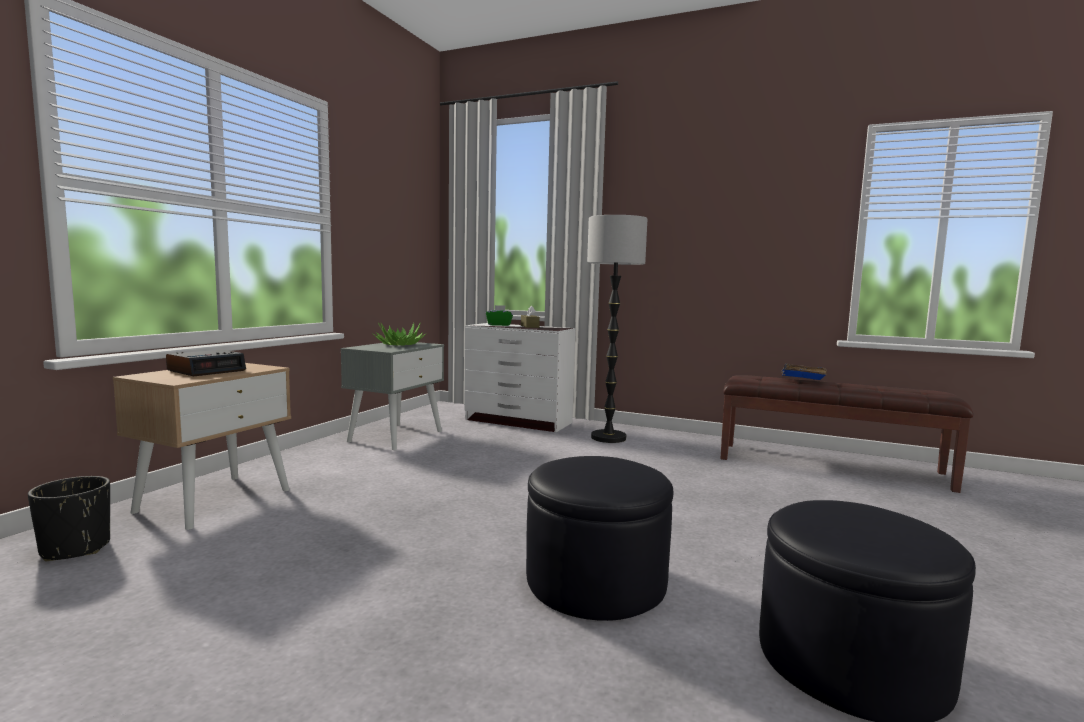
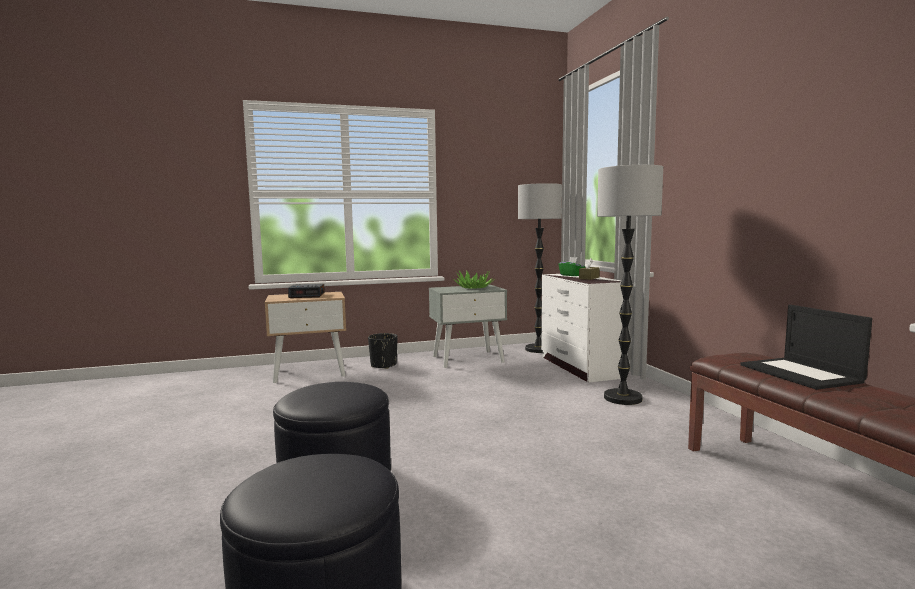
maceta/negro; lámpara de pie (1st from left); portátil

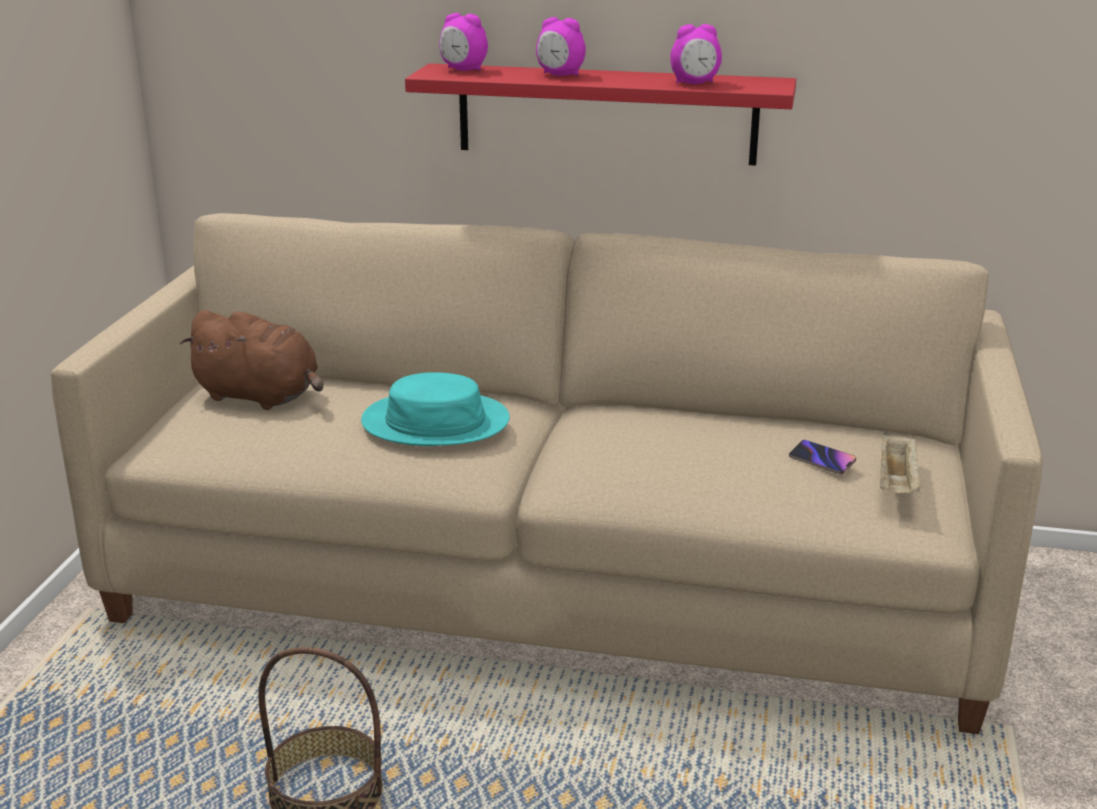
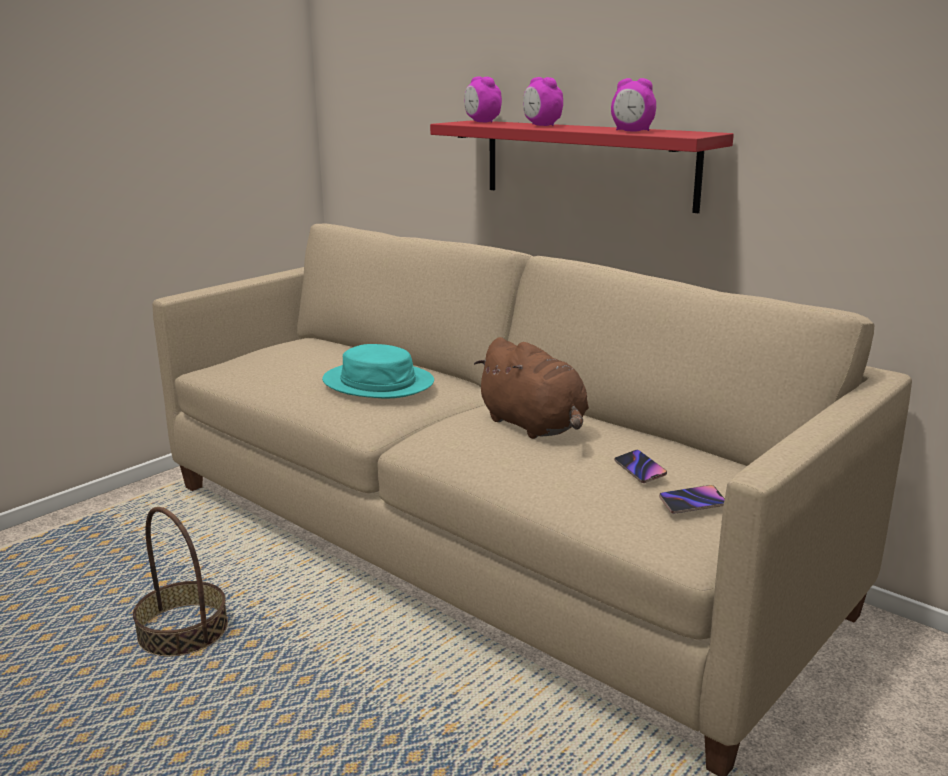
peluche/marrón; móvil (2nd from left)

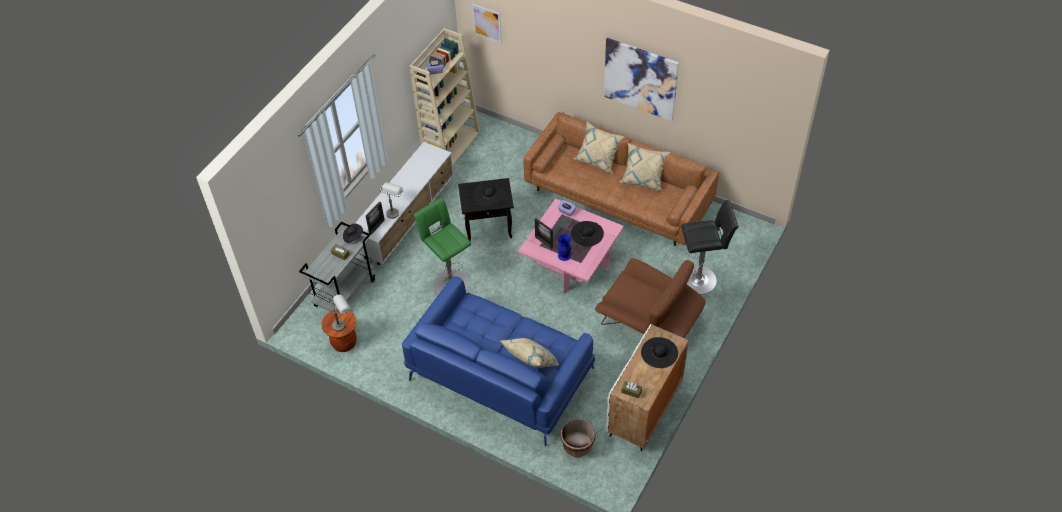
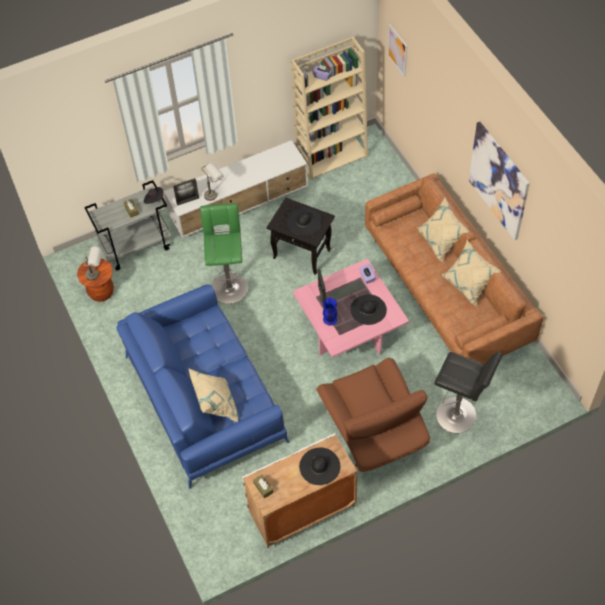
maceta/marrón

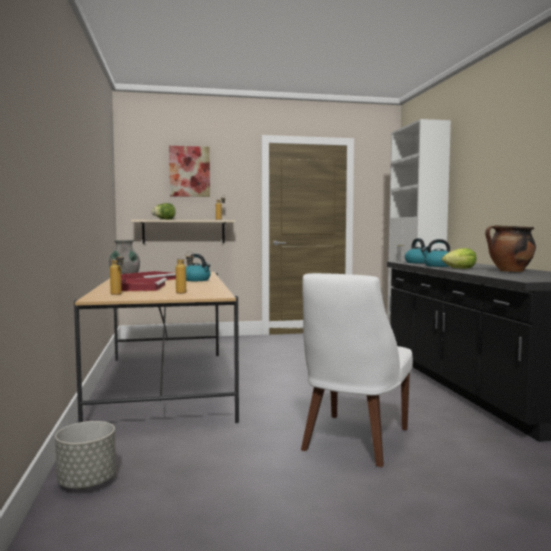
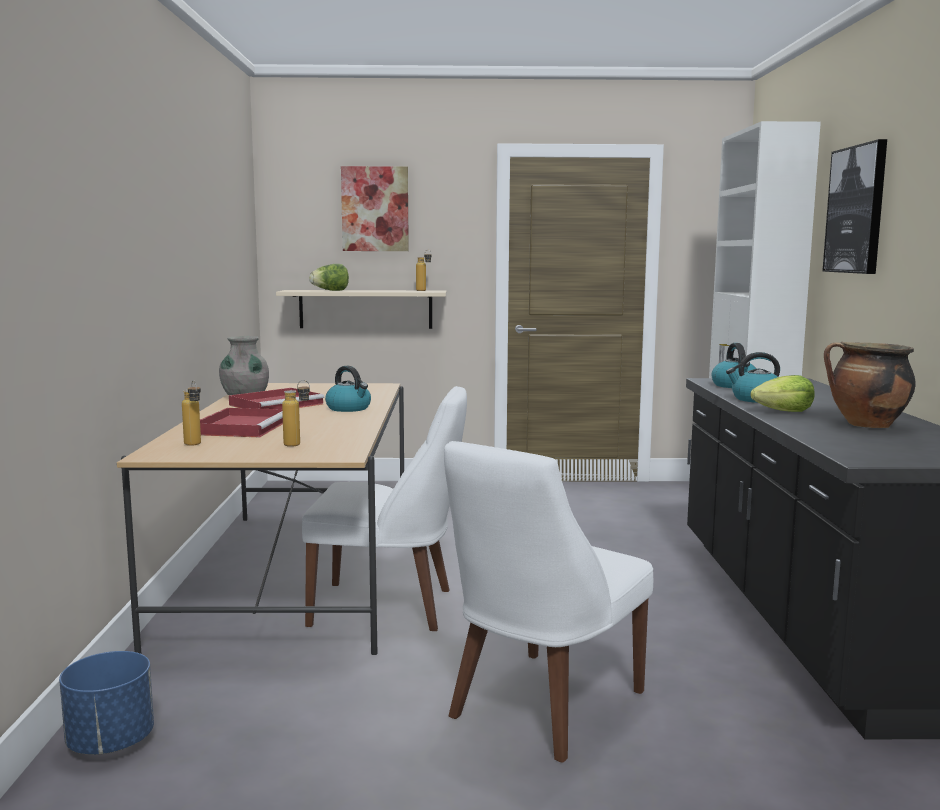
maceta/azul; silla/blanco (1st from left); cuadro (2nd from left)

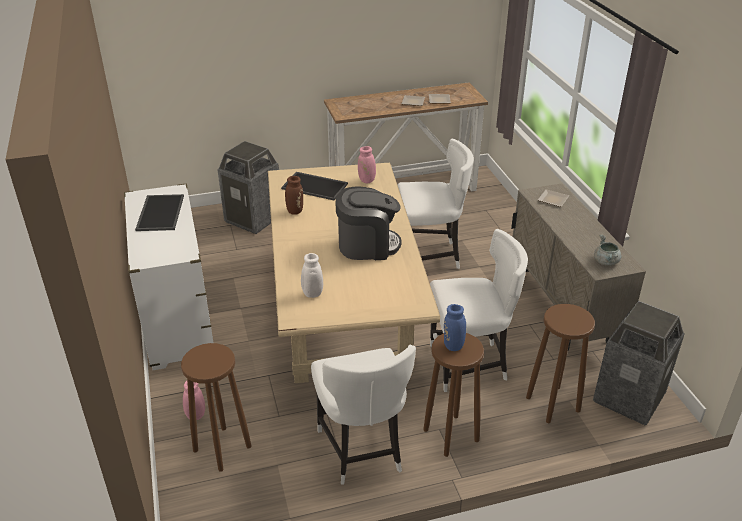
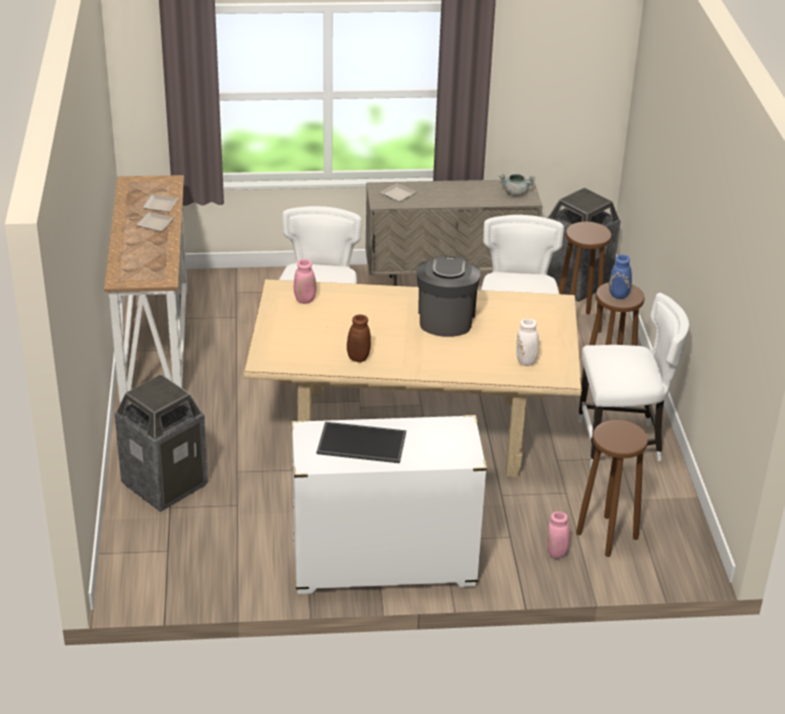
bandeja (2nd from left in the first image)

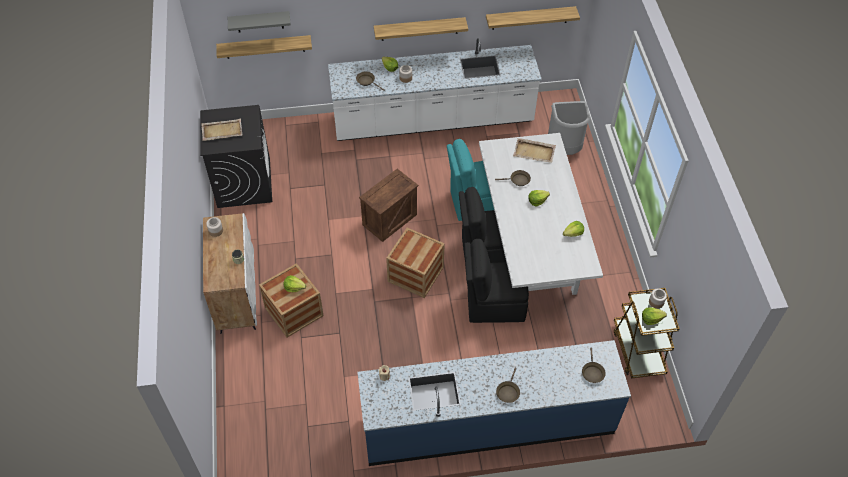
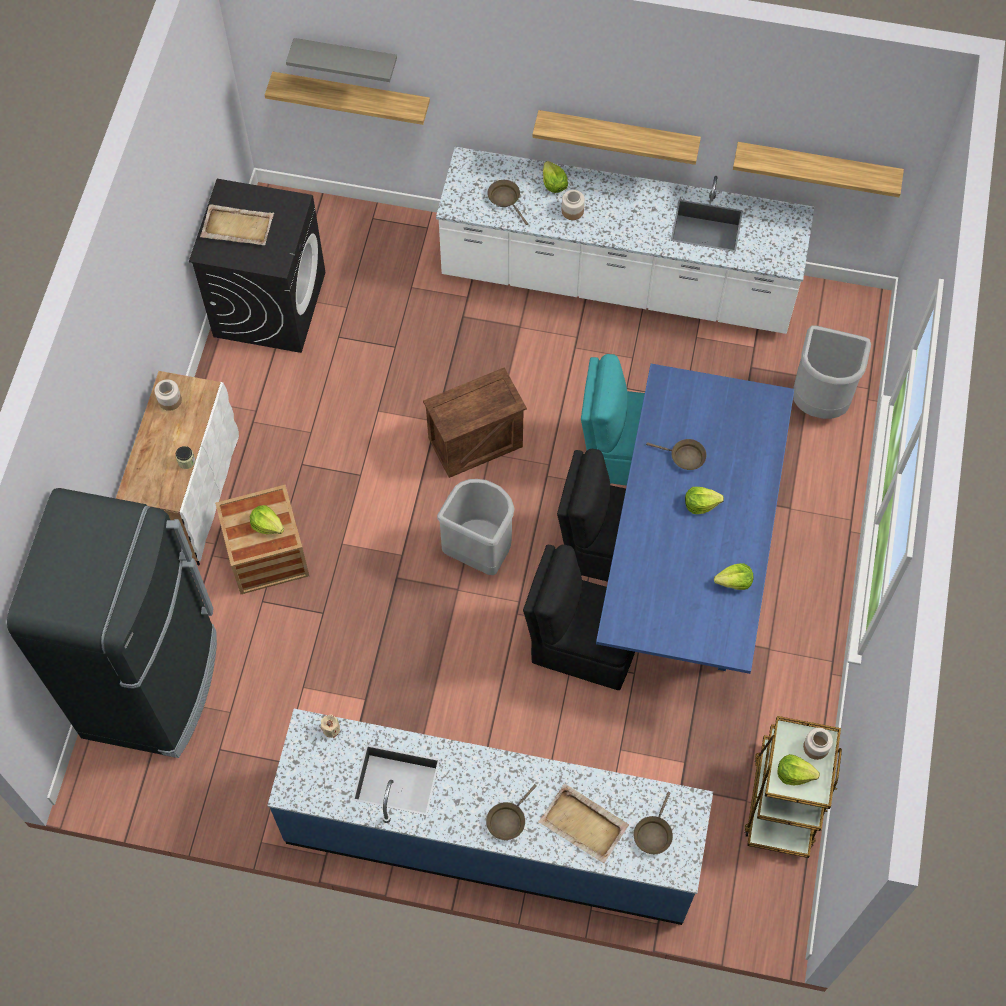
nevera/negro; papelera/gris (1st from left); bandeja/beis (2nd from left); mesa de comedor/azul

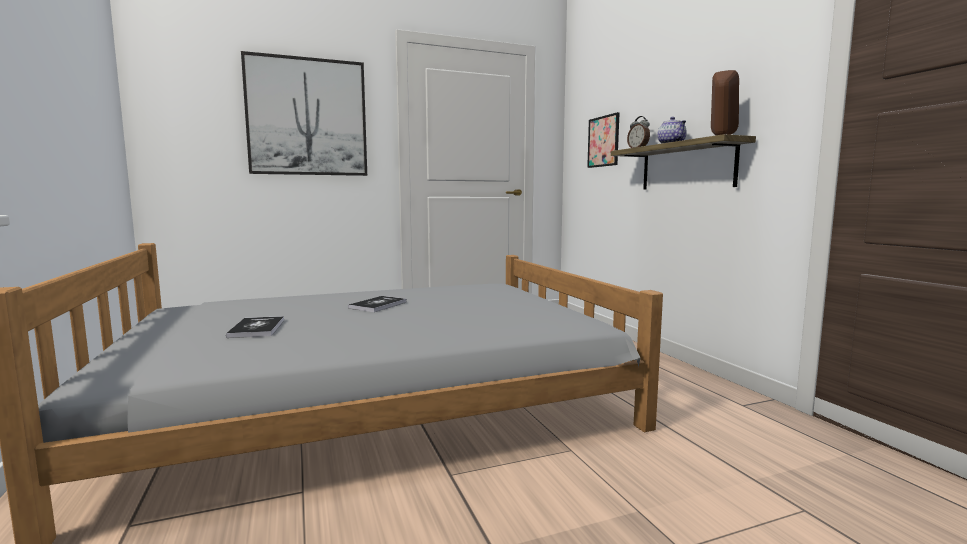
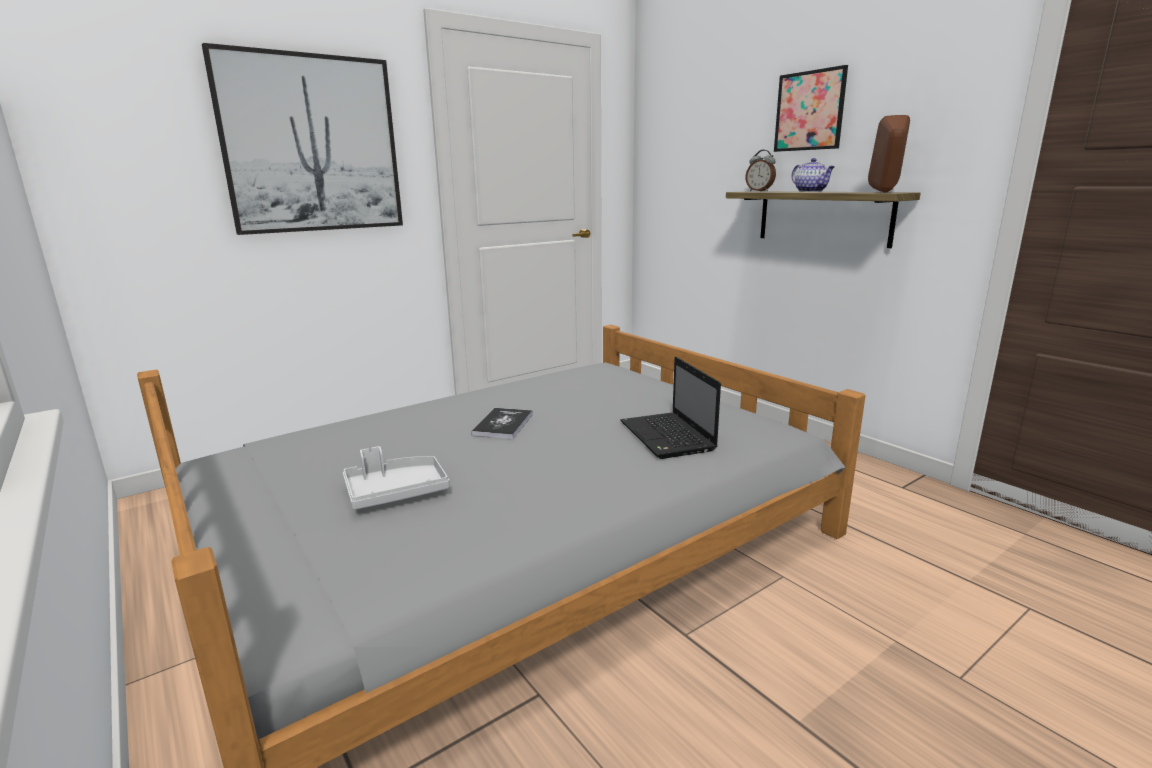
bandeja/gris; portátil; cuadro (2nd from left)

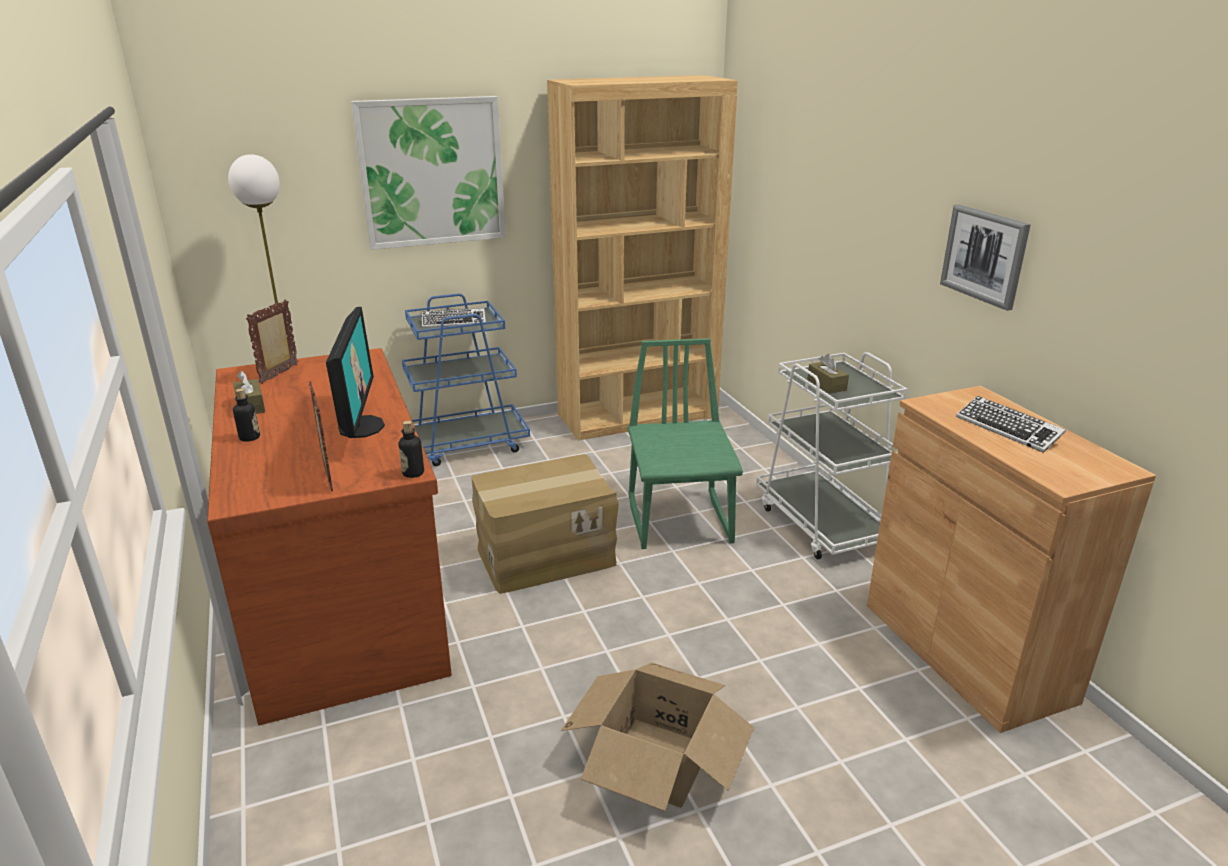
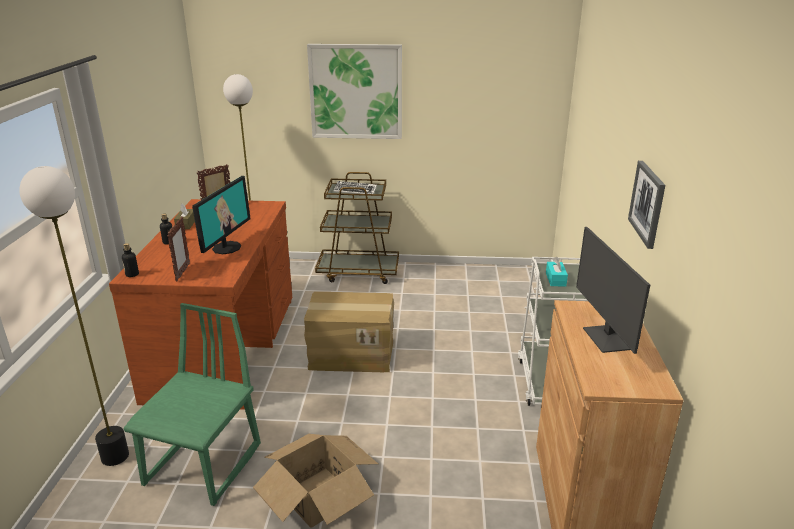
lámpara de pie (1st from left); botella (1st from left); silla/verde; carrito/marrón; caja de pañuelos/turquesa; monitor (2nd from left); estantería/marrón

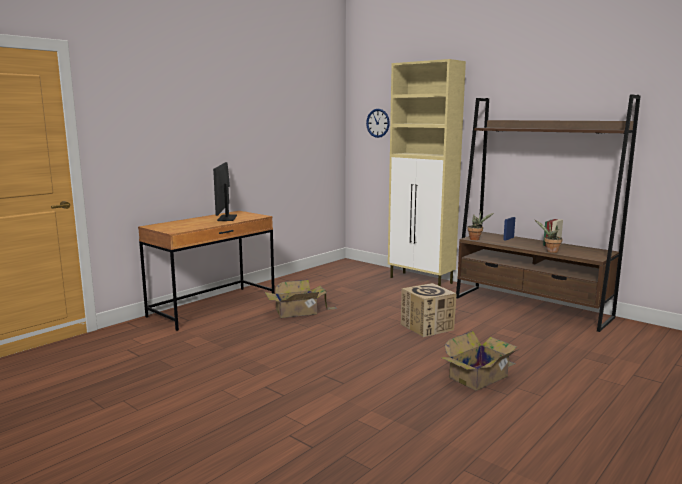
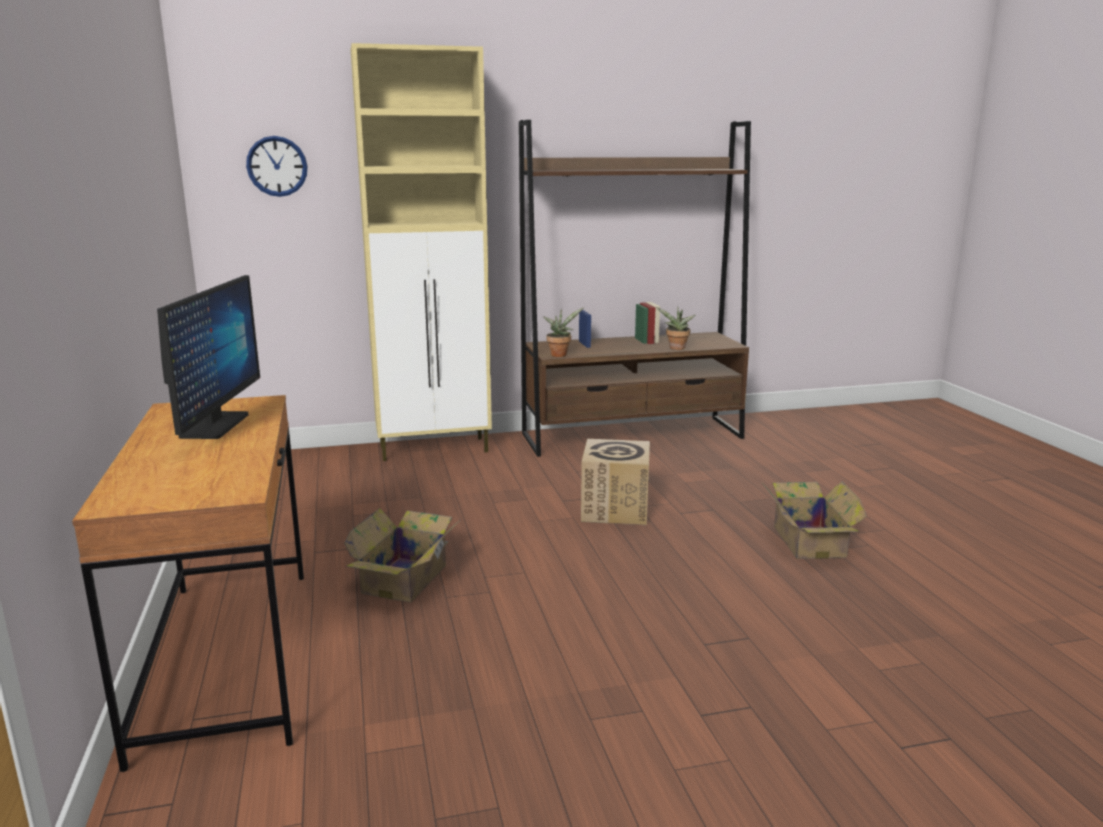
monitor

